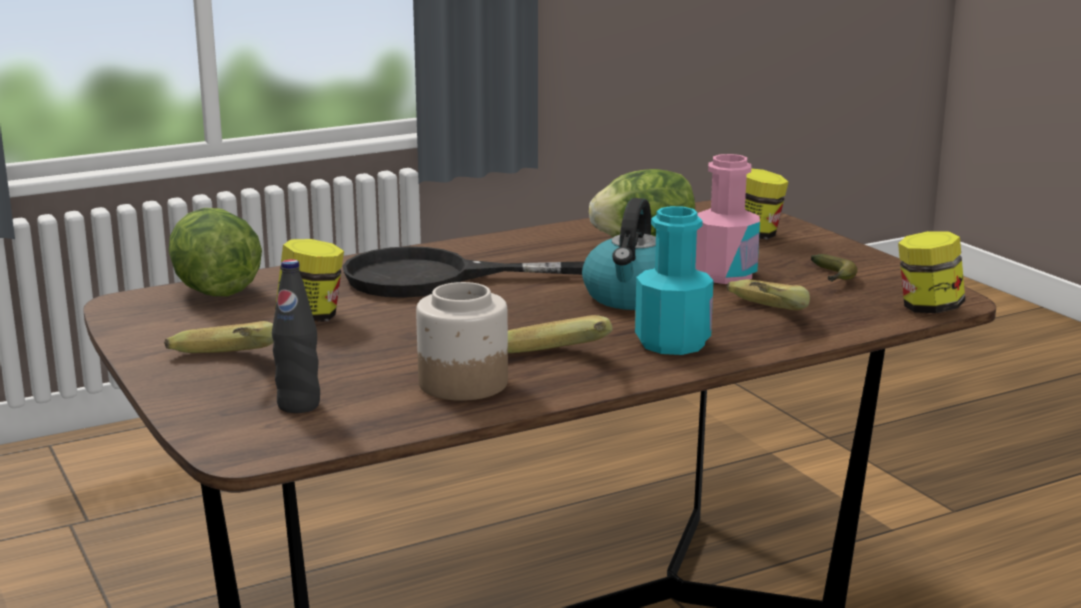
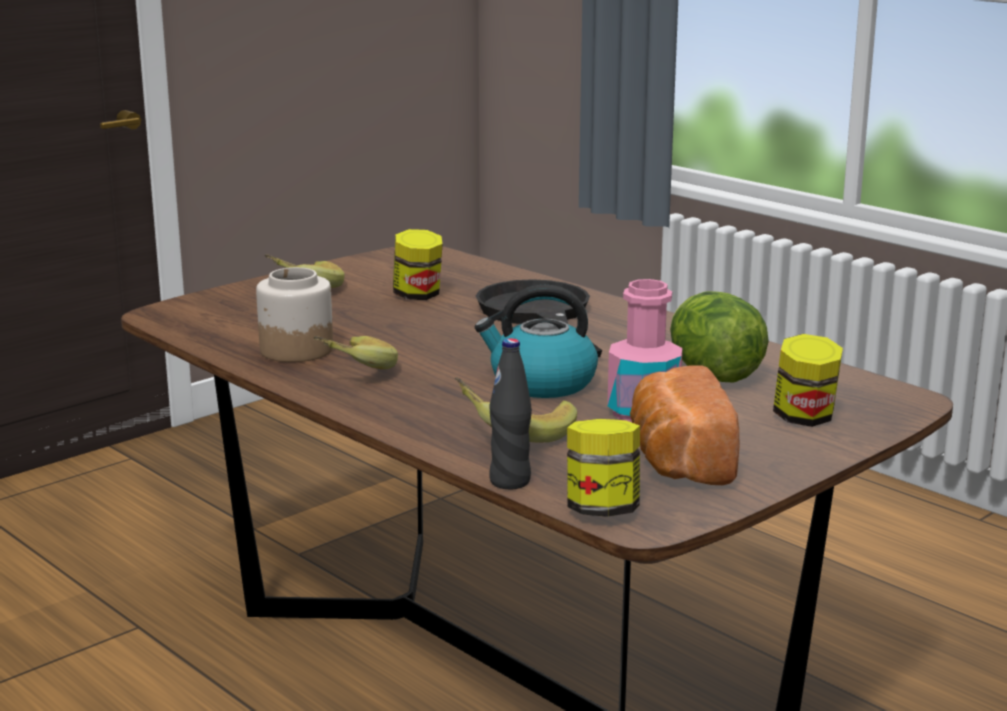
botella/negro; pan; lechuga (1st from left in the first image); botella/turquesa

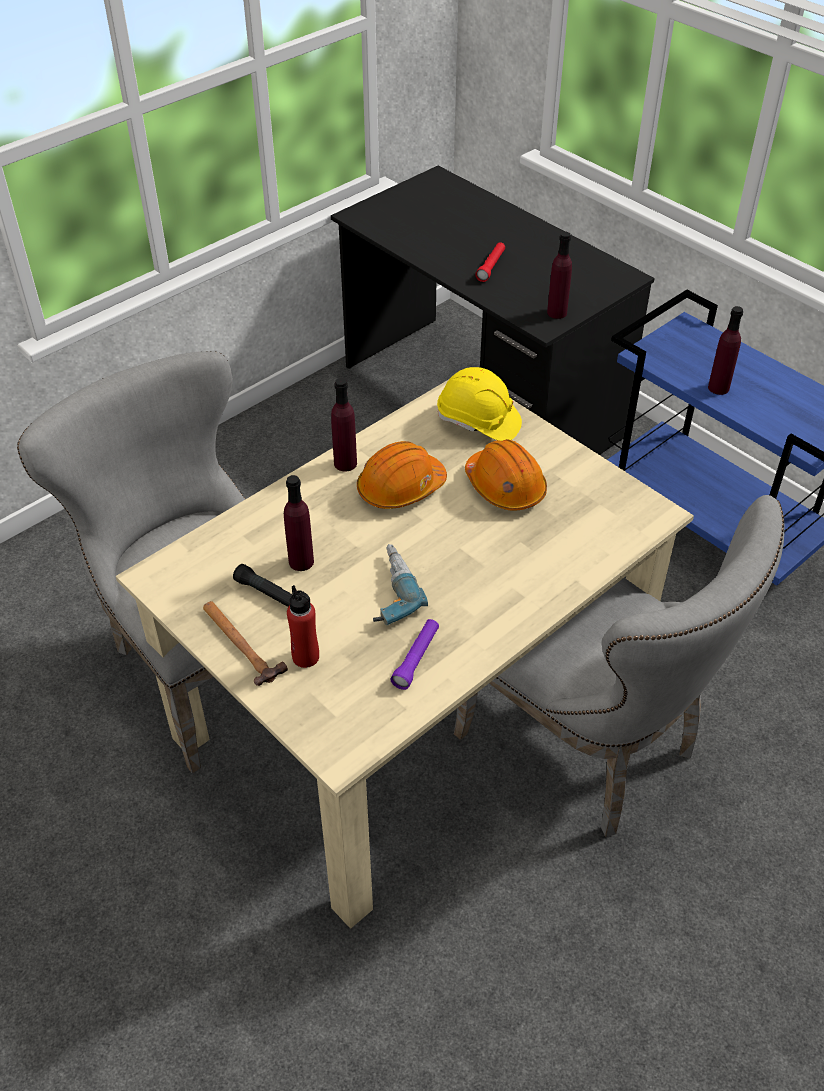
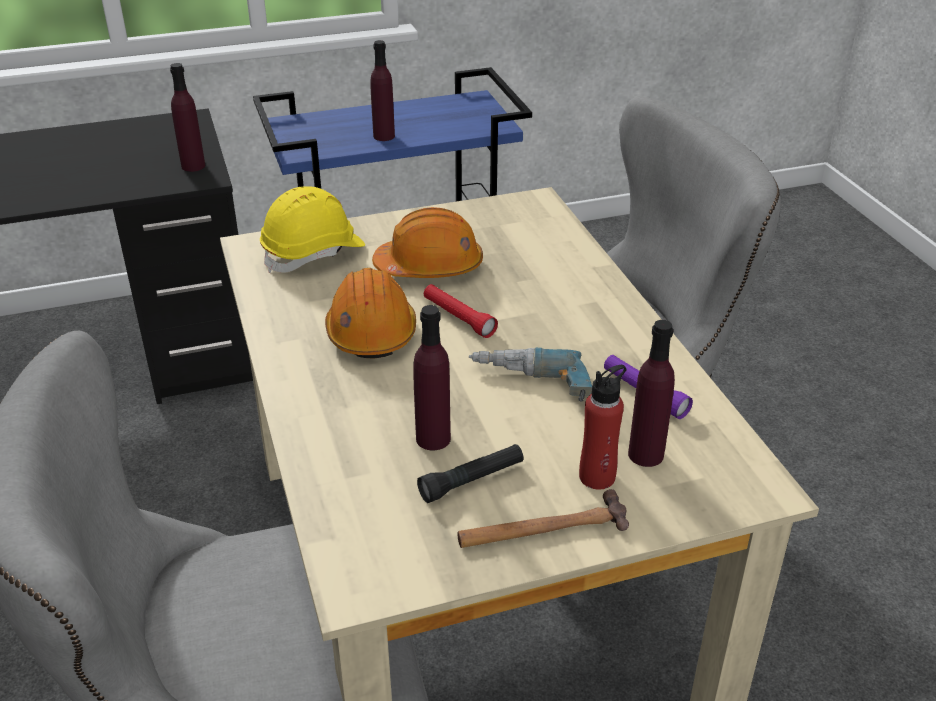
linterna/rojo; botella/morado (4th from left)

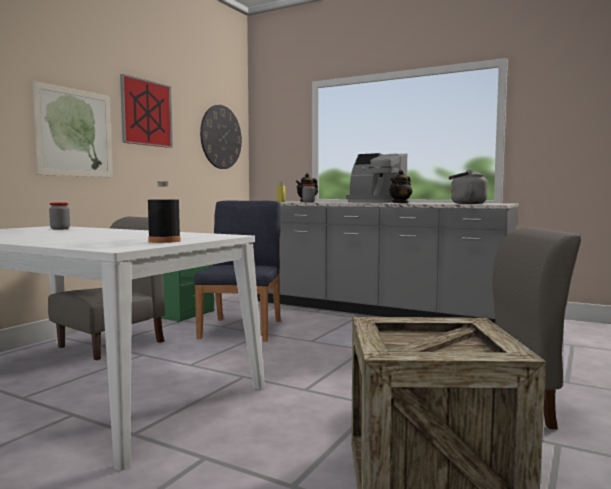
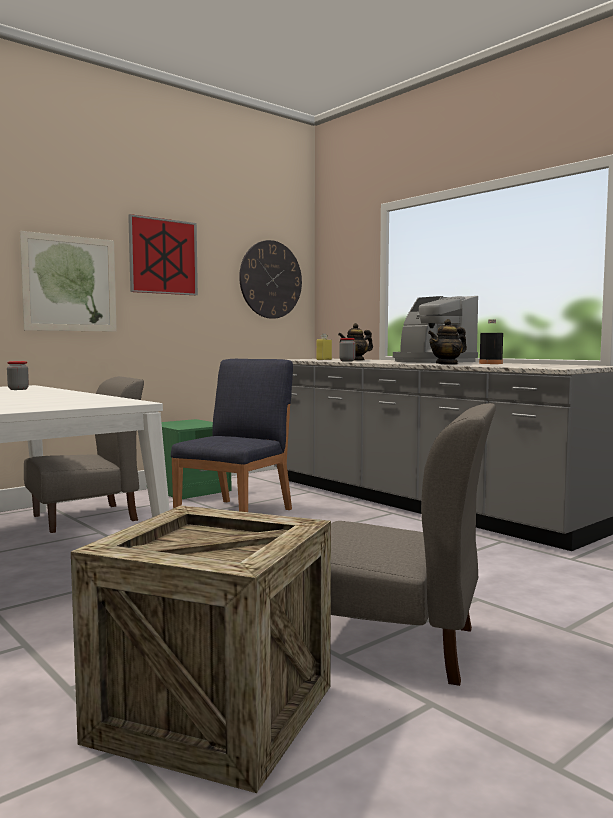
botella/negro; hervidor/gris

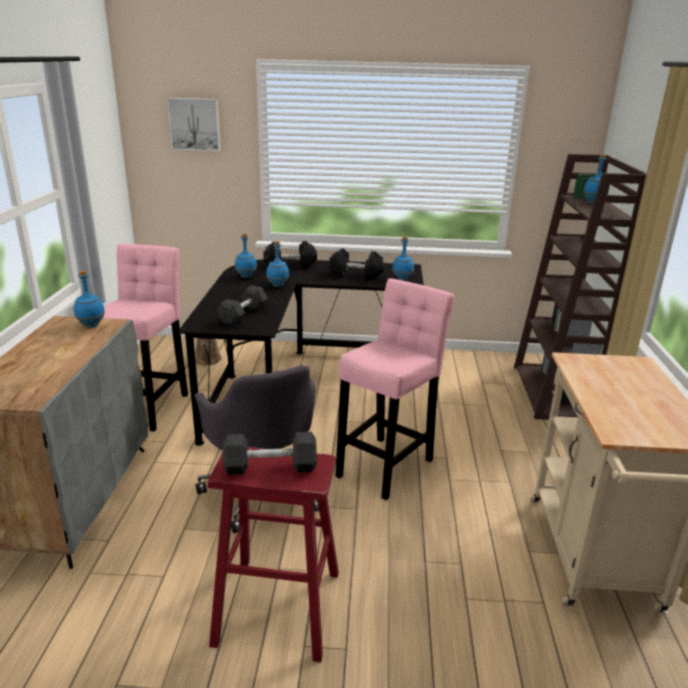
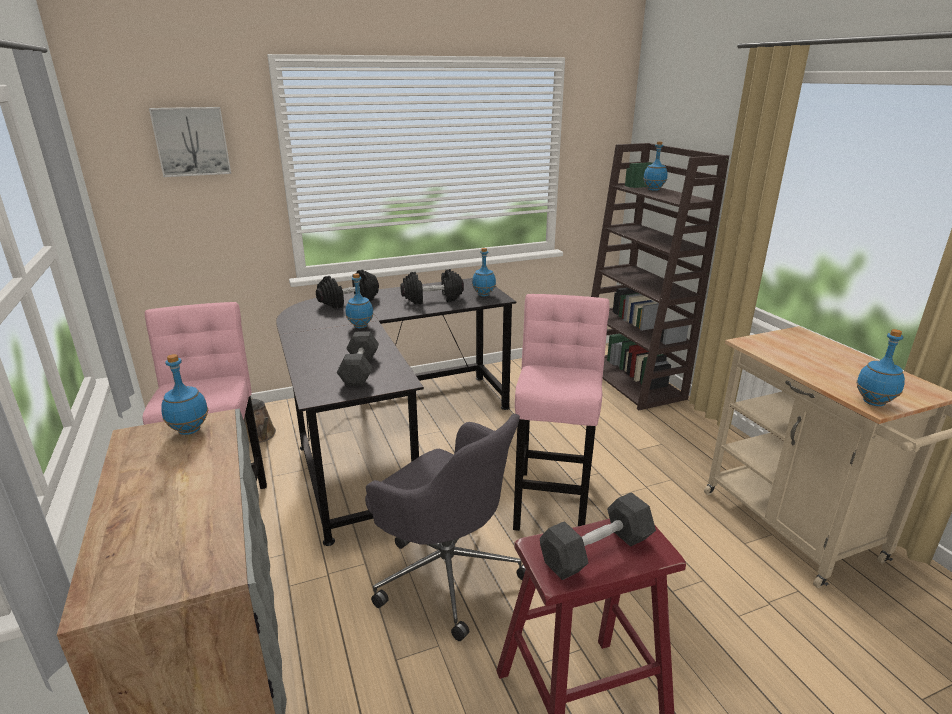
botella/azul (5th from left)

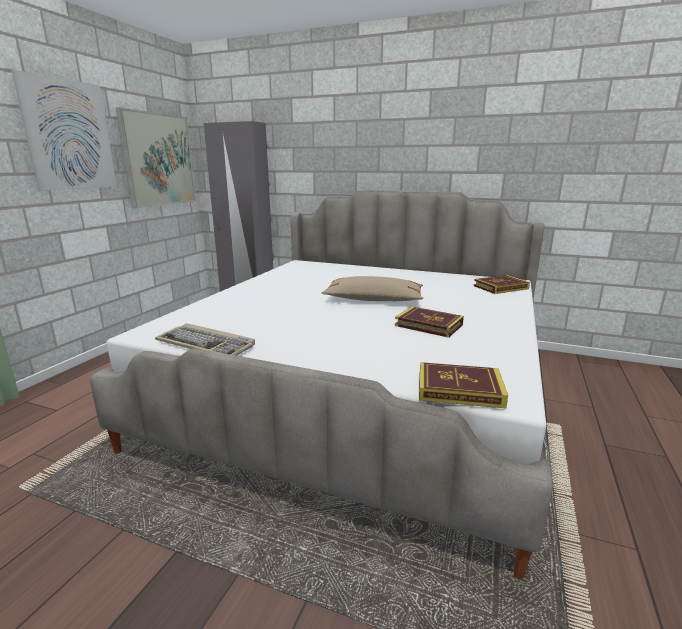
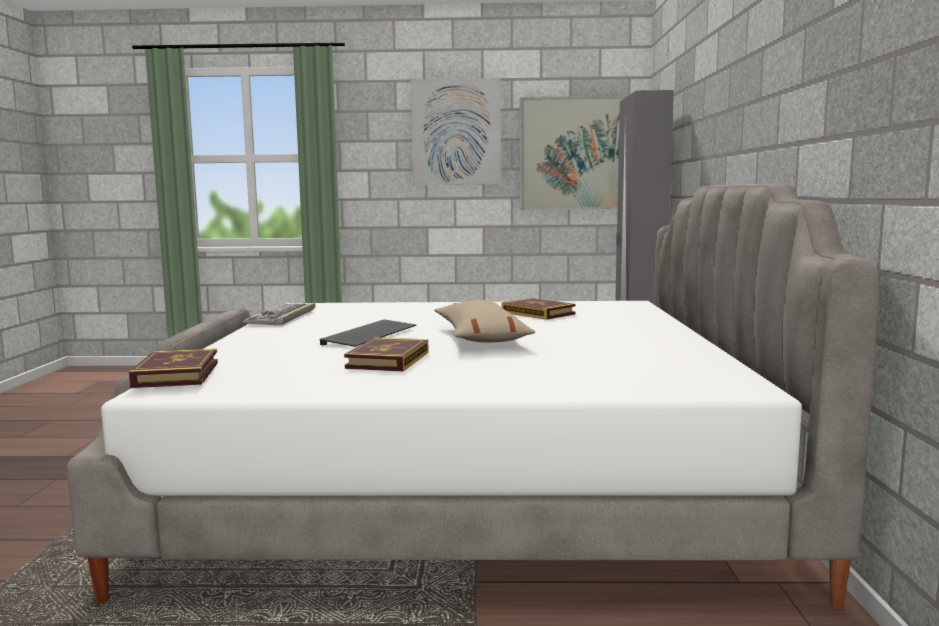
teclado (2nd from left); libro (3rd from left)

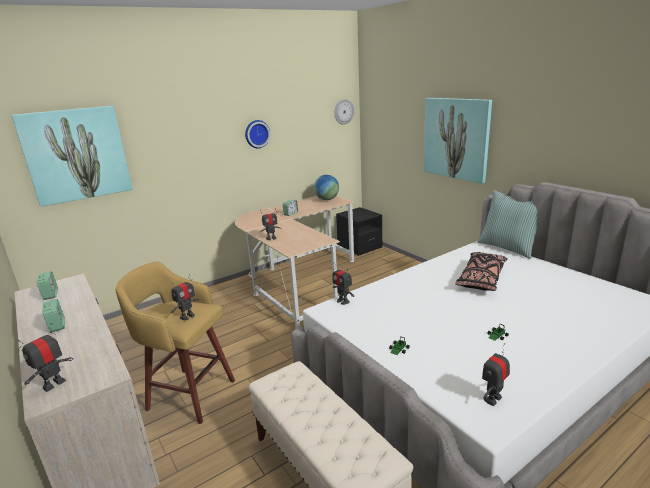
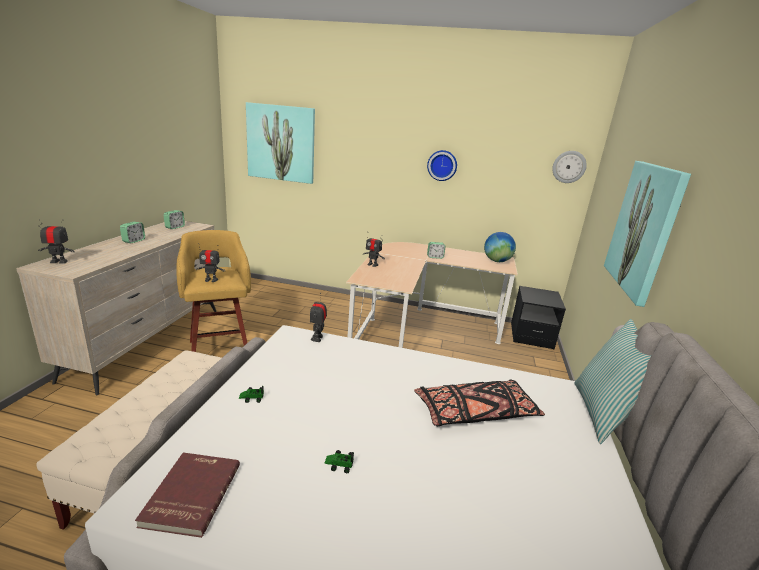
libro/rojo

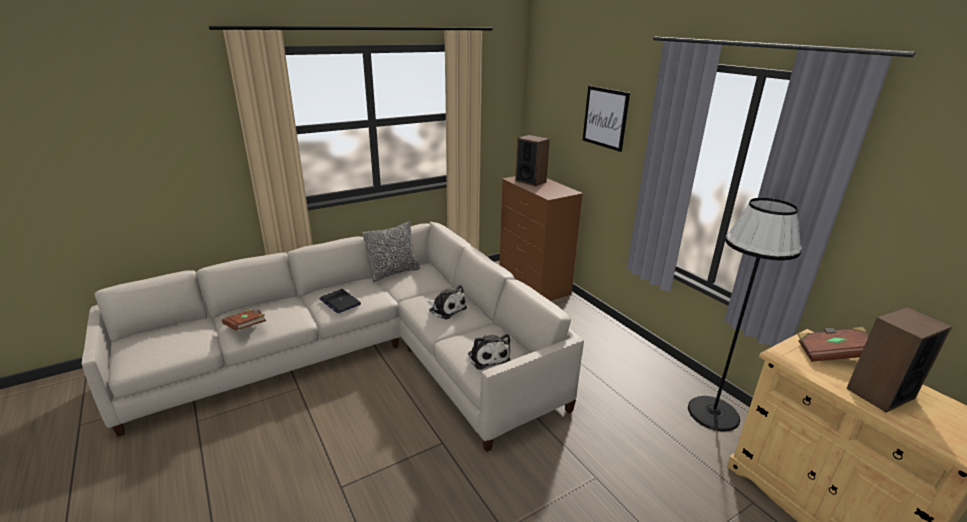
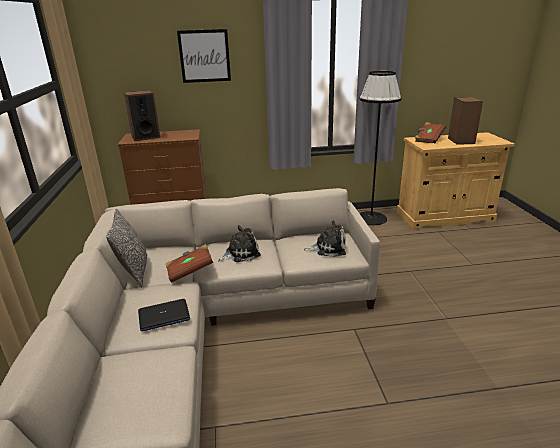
libro/marrón (1st from left)

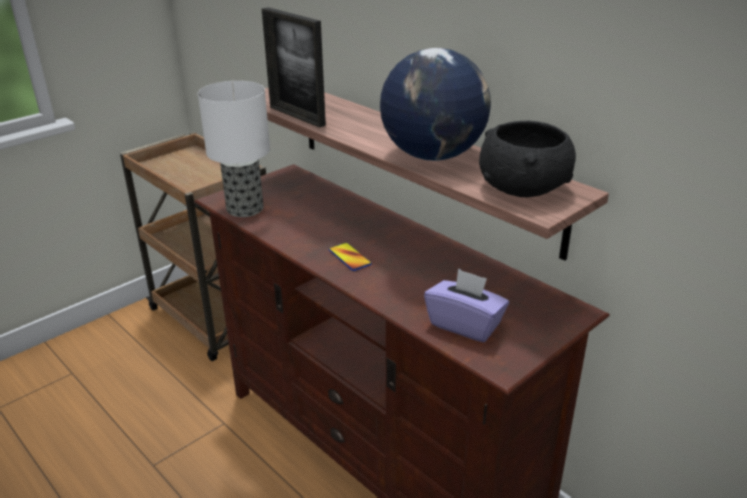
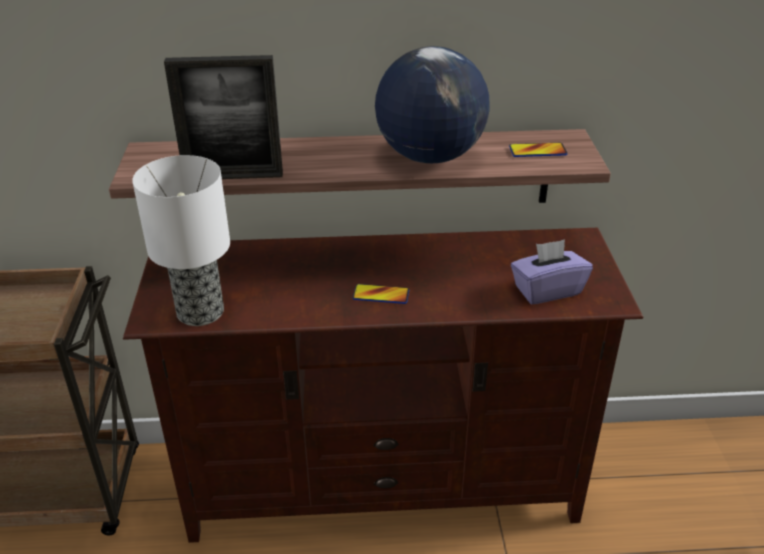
móvil (2nd from left)

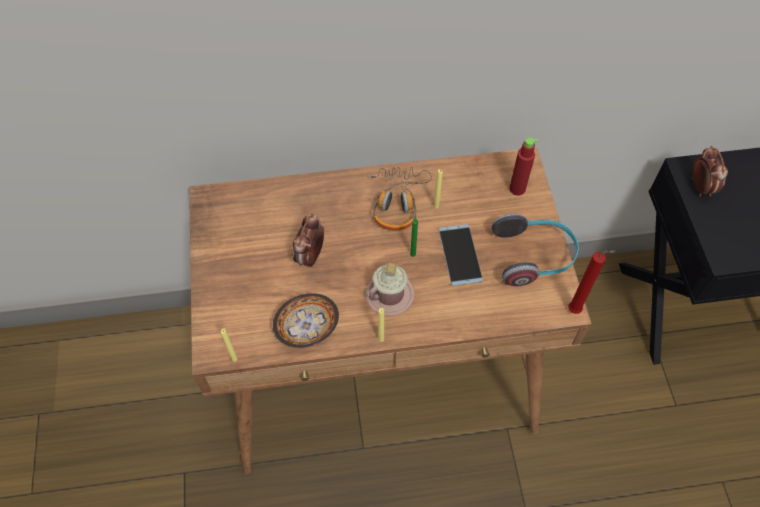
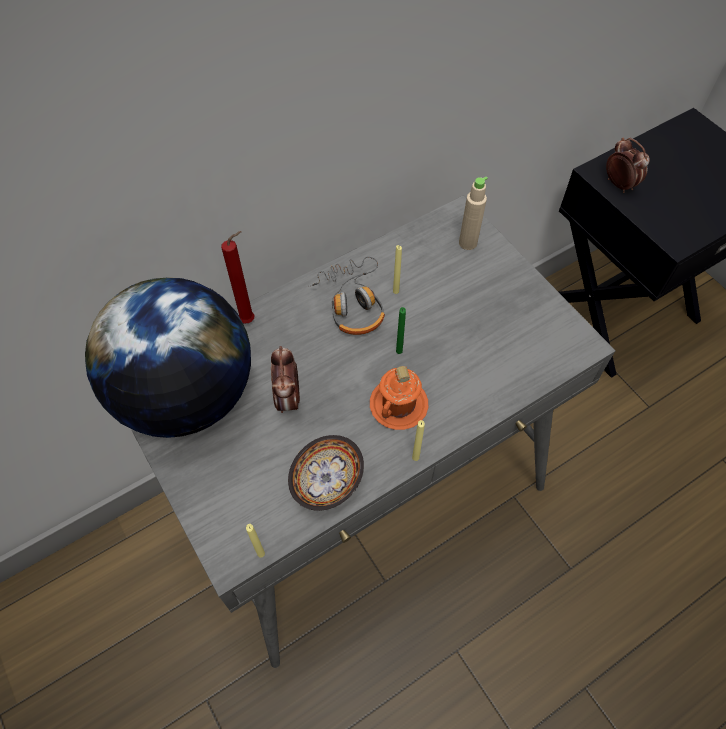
globo terráqueo; escritorio/gris; vela/rojo; taza grande/naranja; botella/beis; móvil; auriculares (2nd from left in the first image)

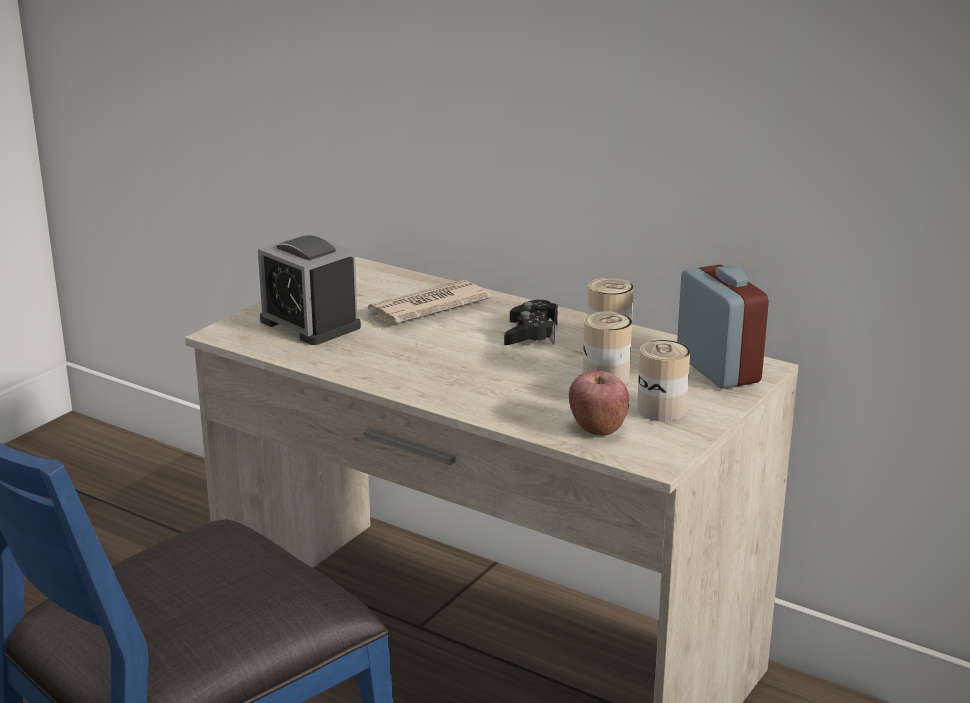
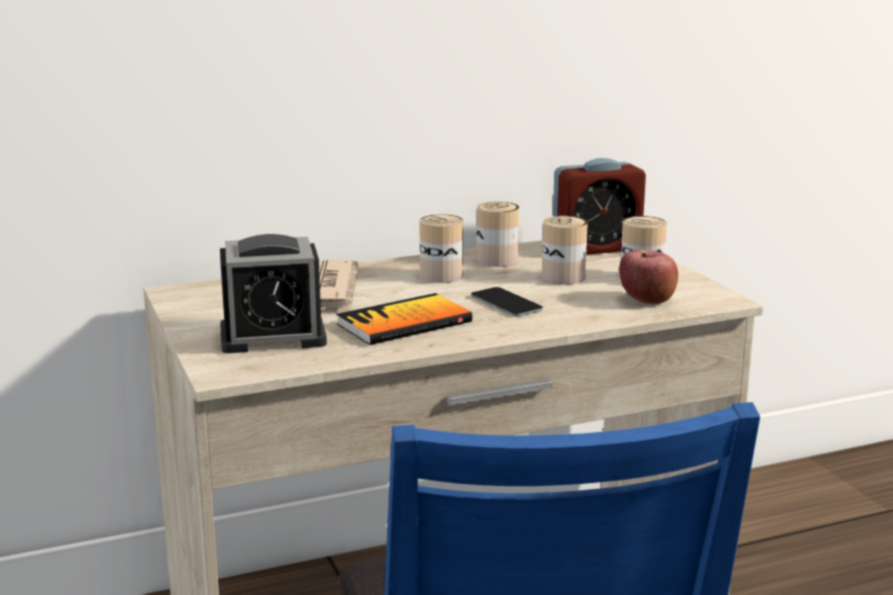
libro; lata (1st from left); móvil; despertador (2nd from left)

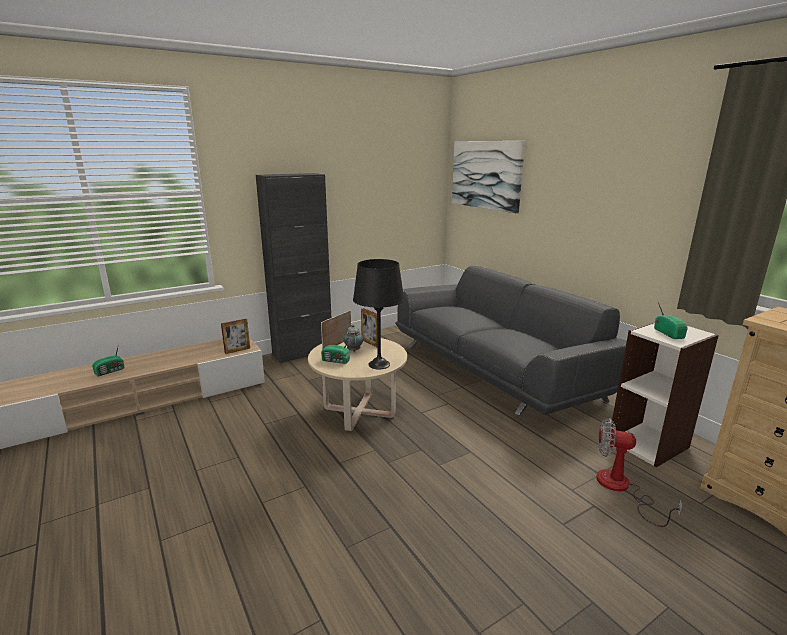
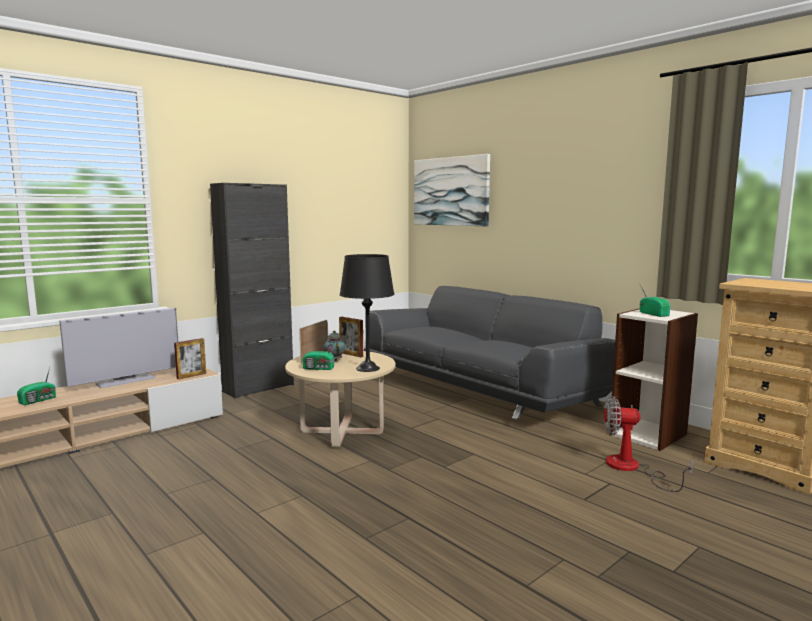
televisor

